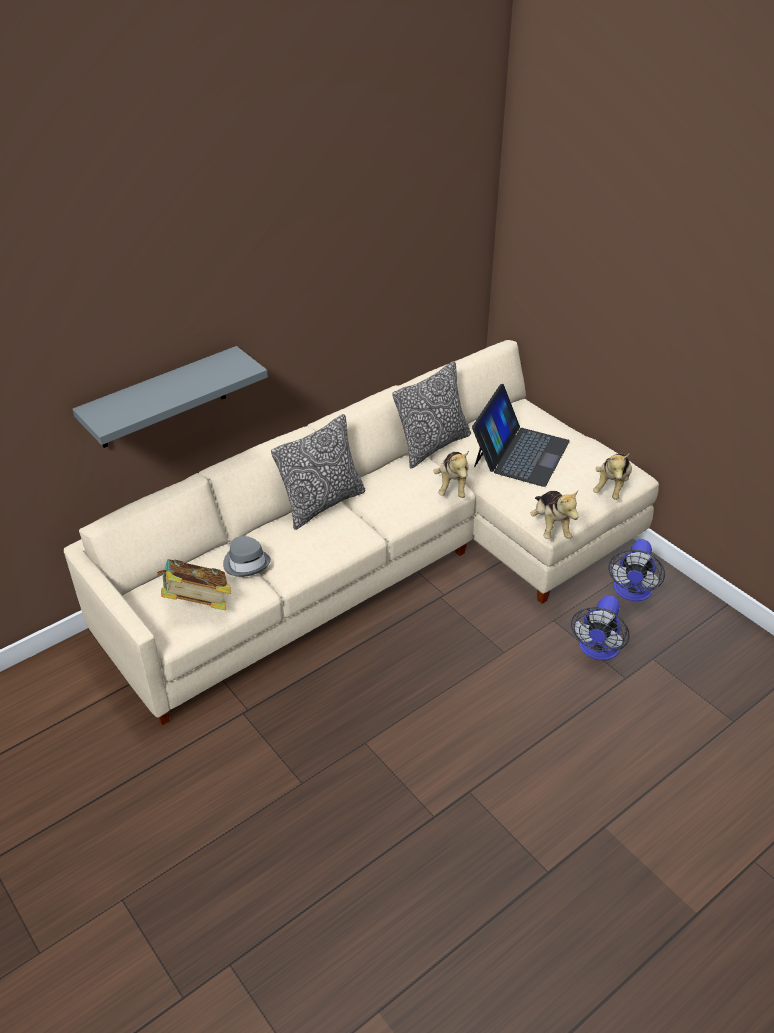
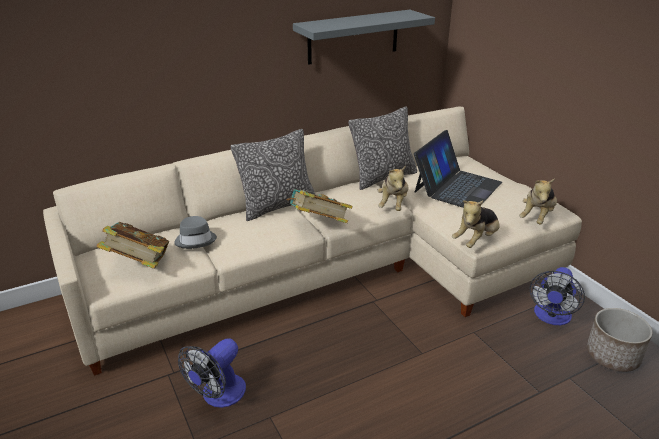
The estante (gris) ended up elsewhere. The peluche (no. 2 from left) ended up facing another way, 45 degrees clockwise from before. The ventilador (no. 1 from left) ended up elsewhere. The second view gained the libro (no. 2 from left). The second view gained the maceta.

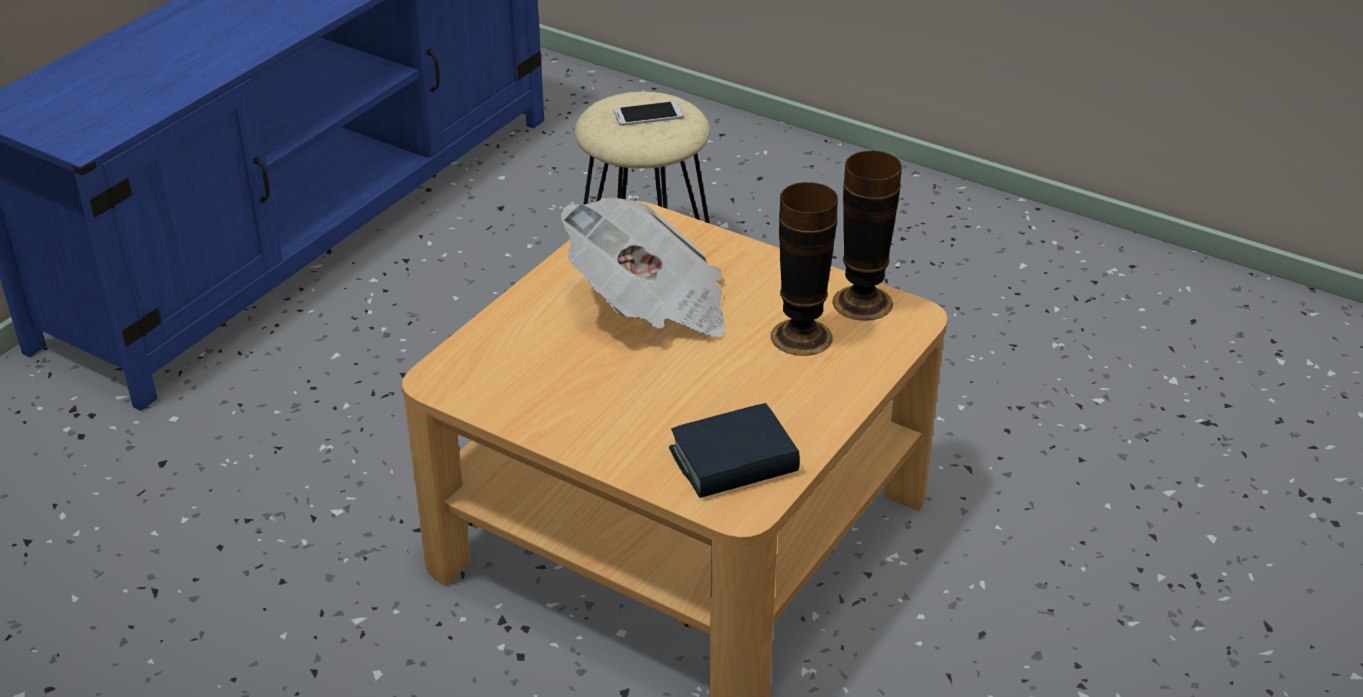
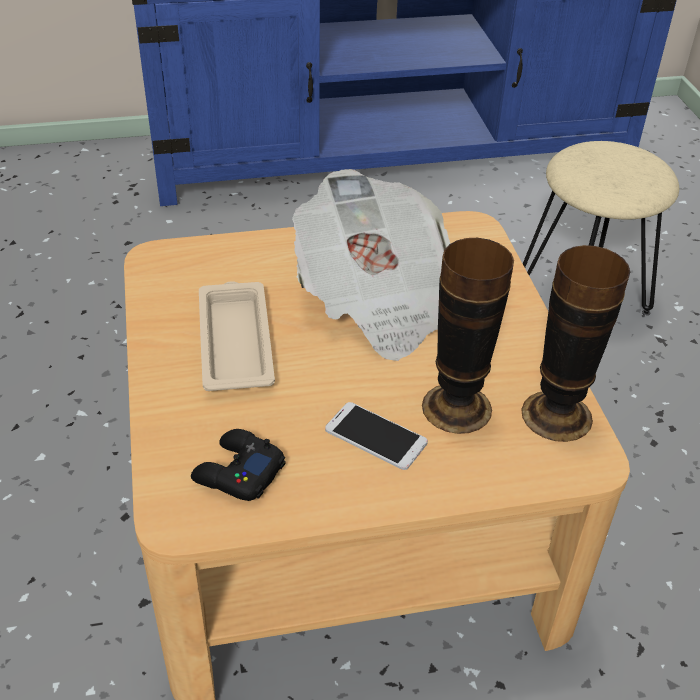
The móvil ended up elsewhere. Where the libro stood, the mando de consola (negro) came to stand. The second view gained the bandeja (beis).

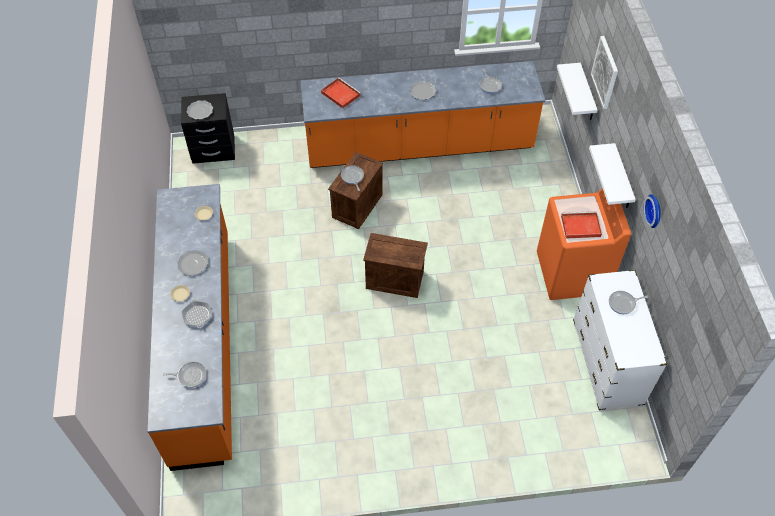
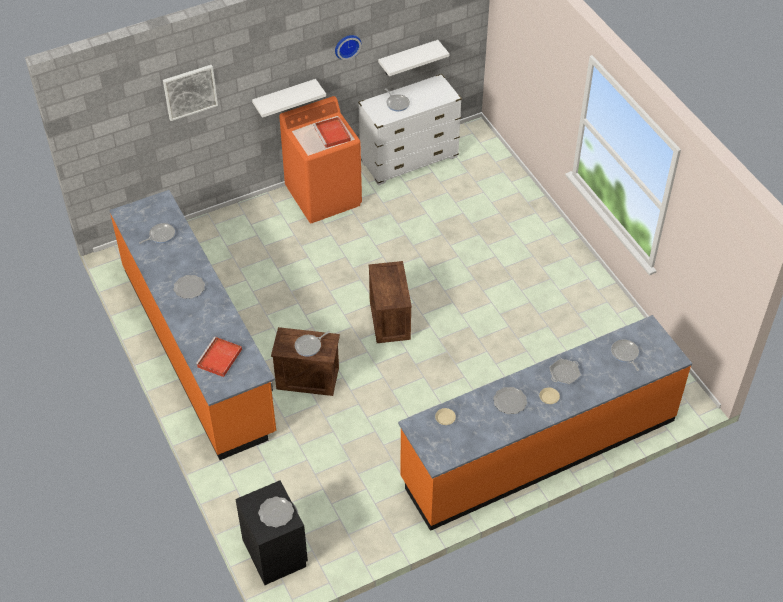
The estante (blanco) (no. 1 from left in the first image) ended up elsewhere.

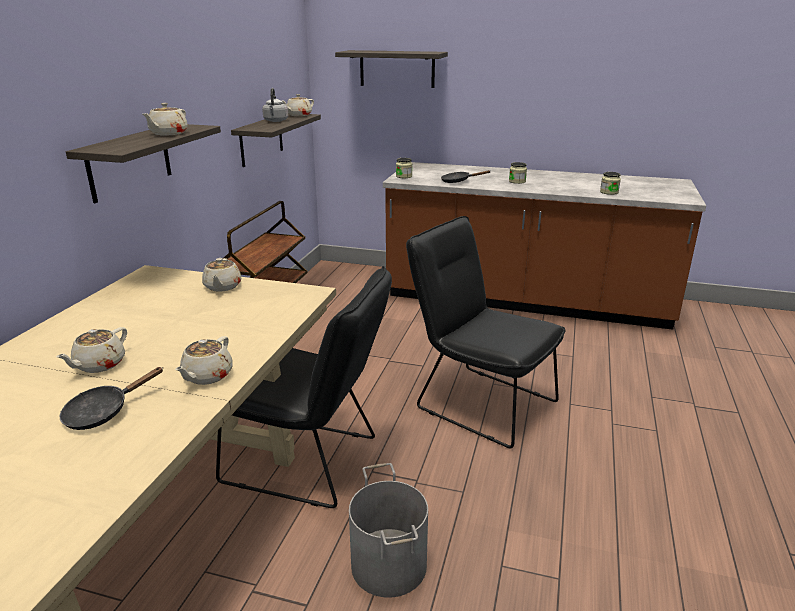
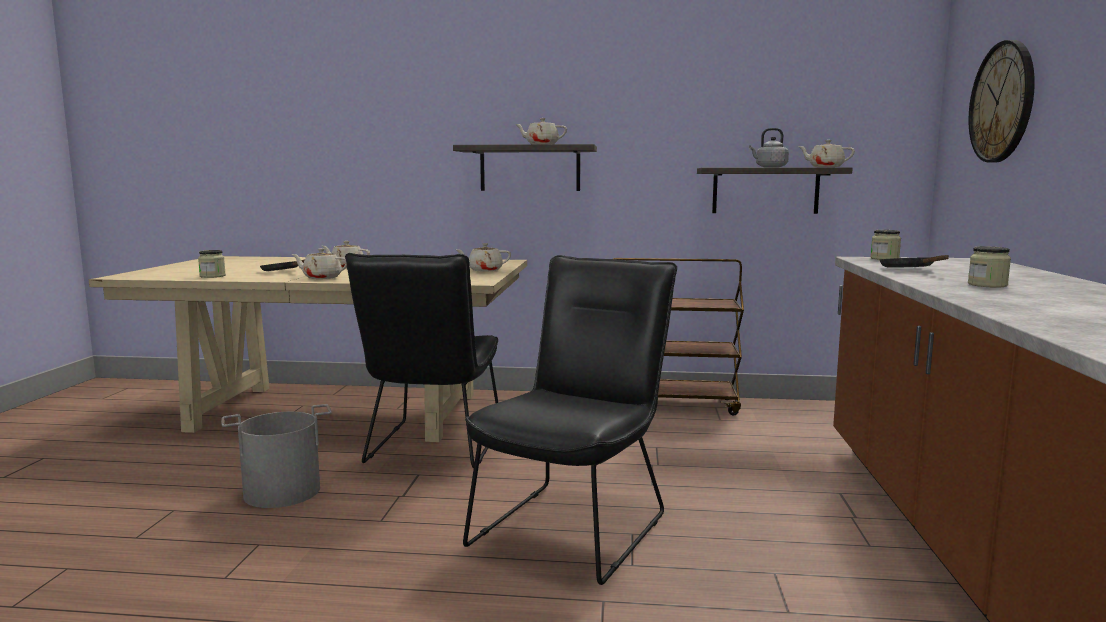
Where the estante (no. 3 from left) hung, the reloj de pared came to hang. The tarro (no. 3 from left in the first image) ended up elsewhere.

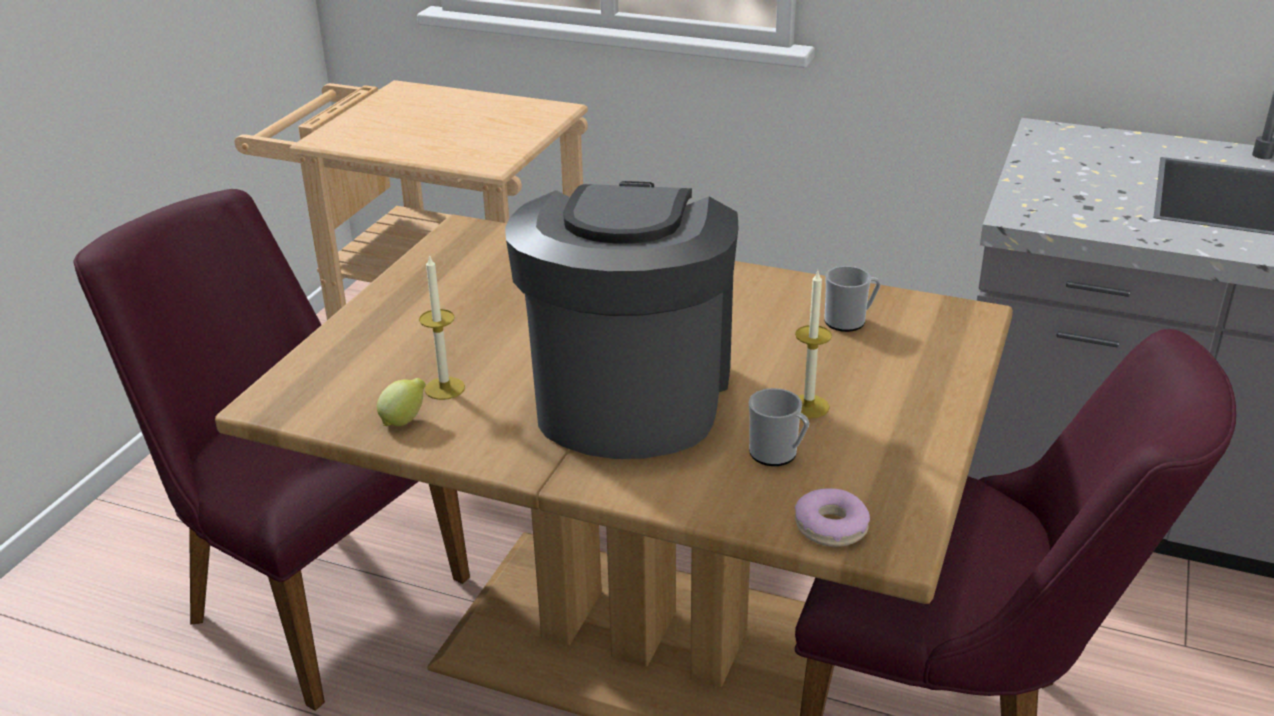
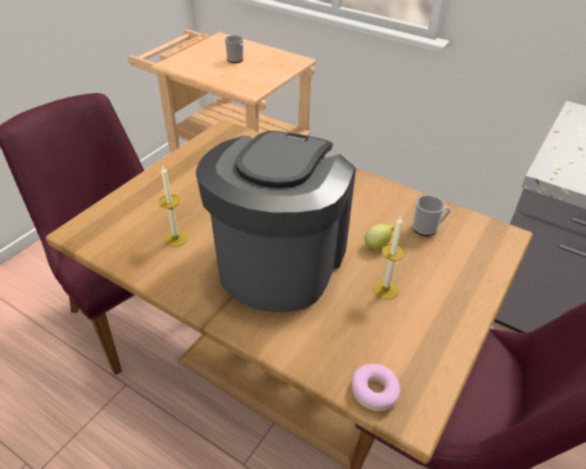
The limón ended up elsewhere. The taza grande (no. 1 from left) ended up elsewhere.

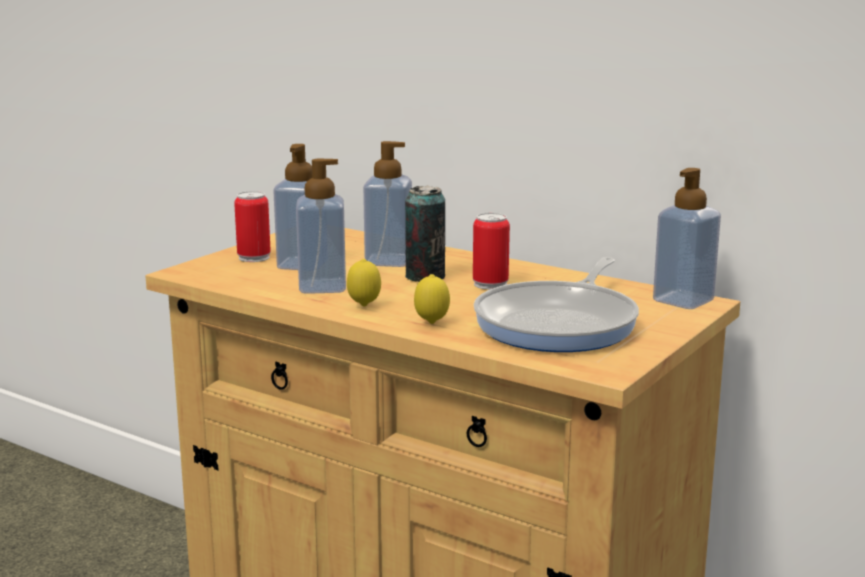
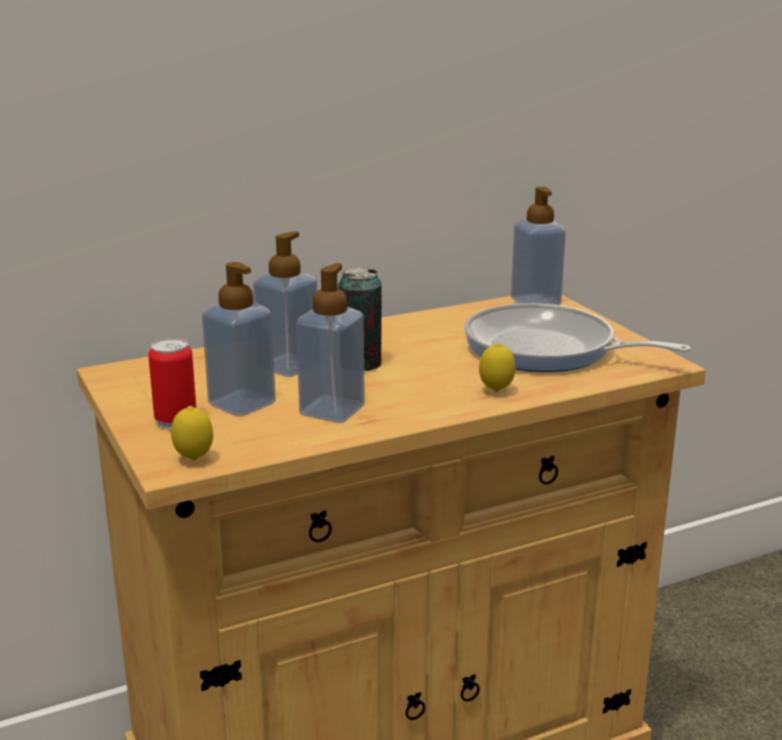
The limón (no. 1 from left) ended up elsewhere. The second view lost the lata (no. 3 from left). The sartén ended up facing another way, 150 degrees clockwise from before.

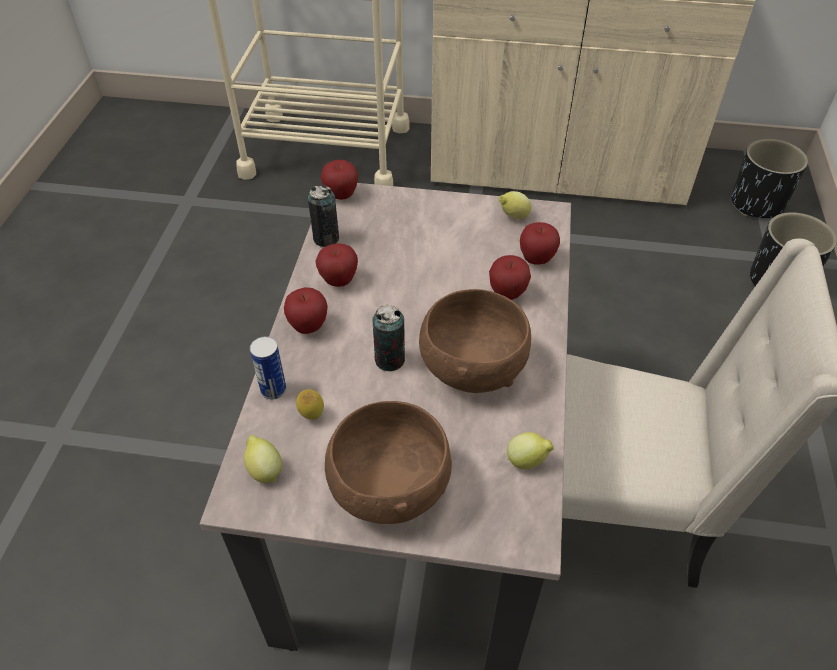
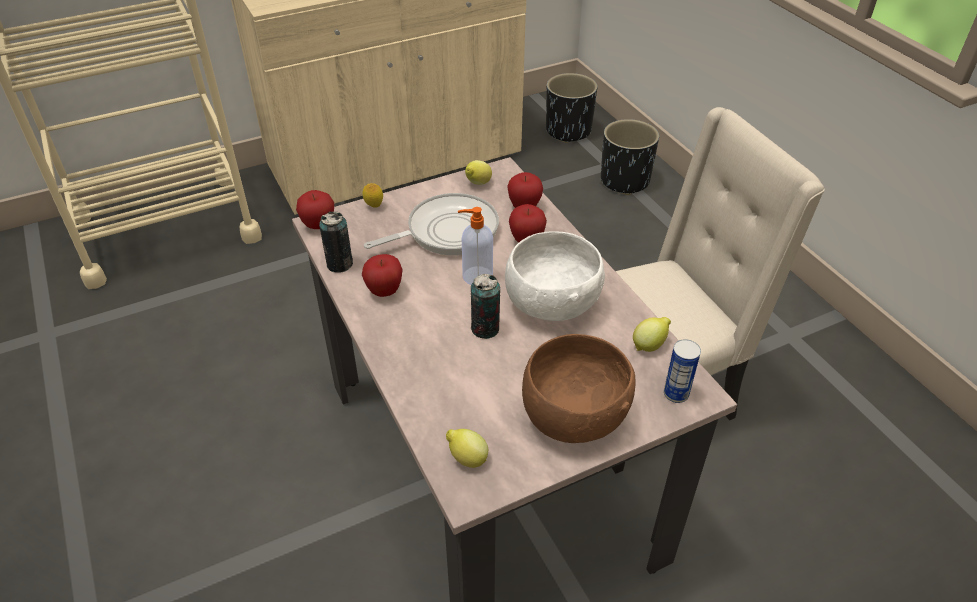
The lata (no. 1 from left in the first image) ended up elsewhere. The second view lost the manzana (no. 1 from left). The limón (no. 2 from left in the first image) ended up elsewhere. What was the cuenco (marrón) (no. 2 from left) turned into the cuenco (blanco). The second view gained the sartén. The second view gained the dispensador de jabón.

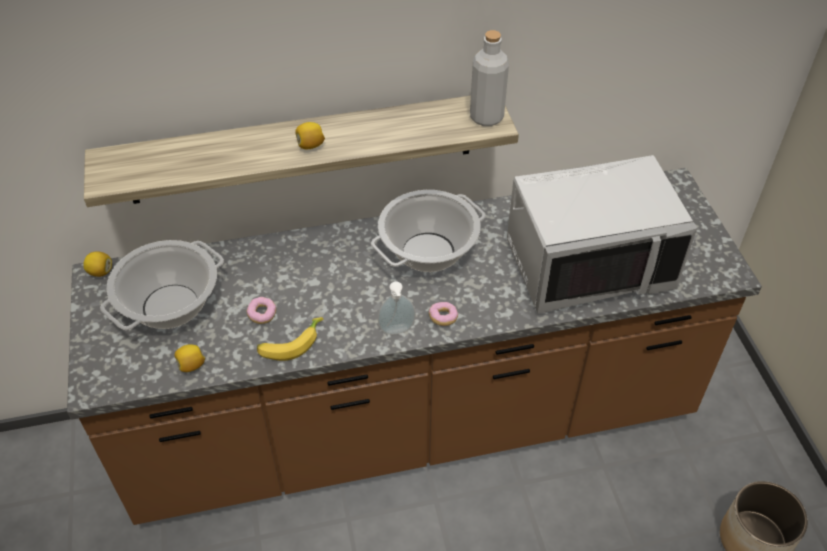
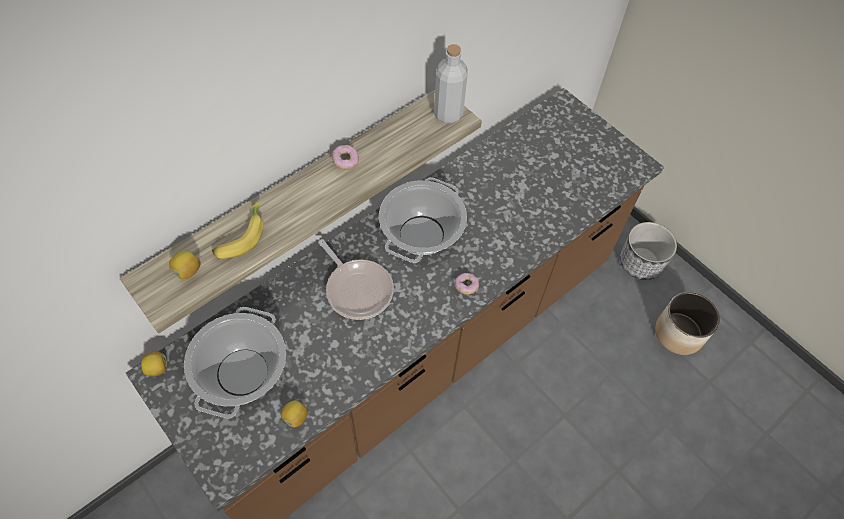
The rosquilla (no. 1 from left) ended up elsewhere. The plátano ended up elsewhere. The limón (no. 3 from left in the first image) ended up elsewhere. The second view lost the dispensador de jabón. The second view lost the microondas (gris). The second view gained the sartén. The second view gained the maceta (no. 1 from left).

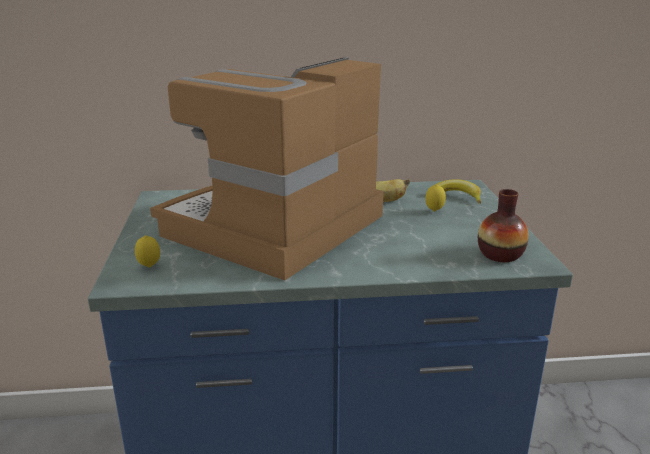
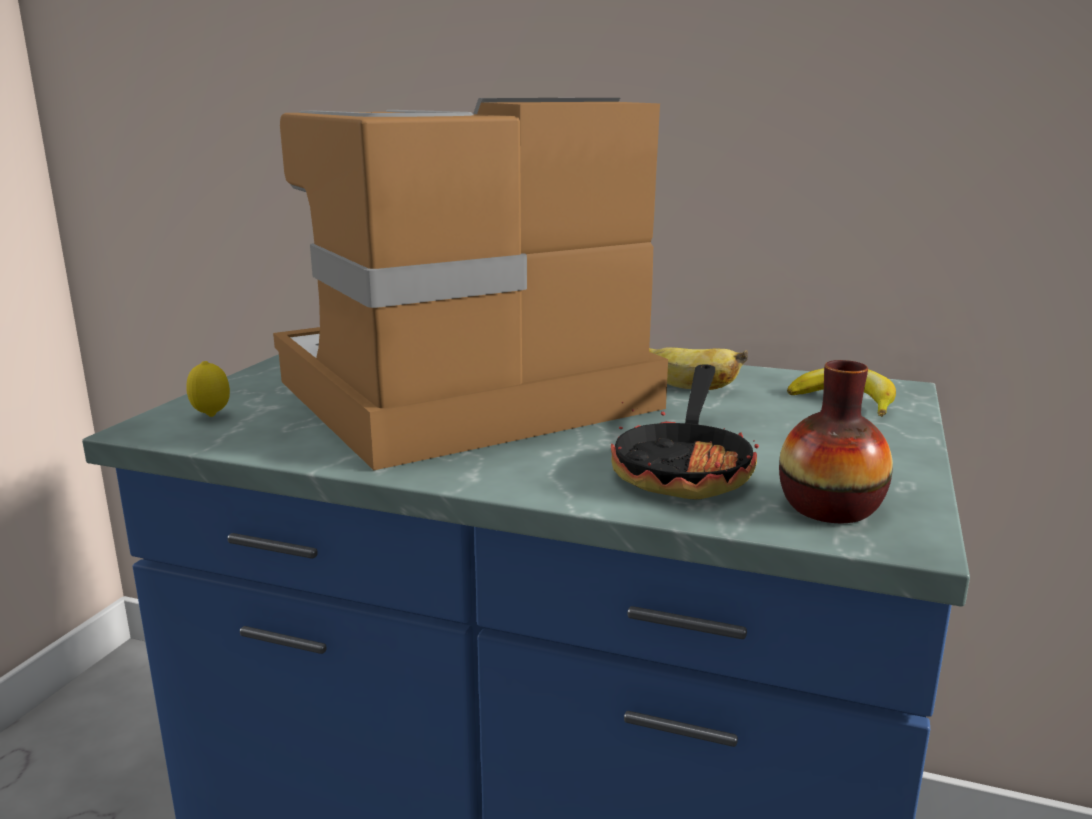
The second view lost the limón (no. 2 from left). The second view gained the sartén.

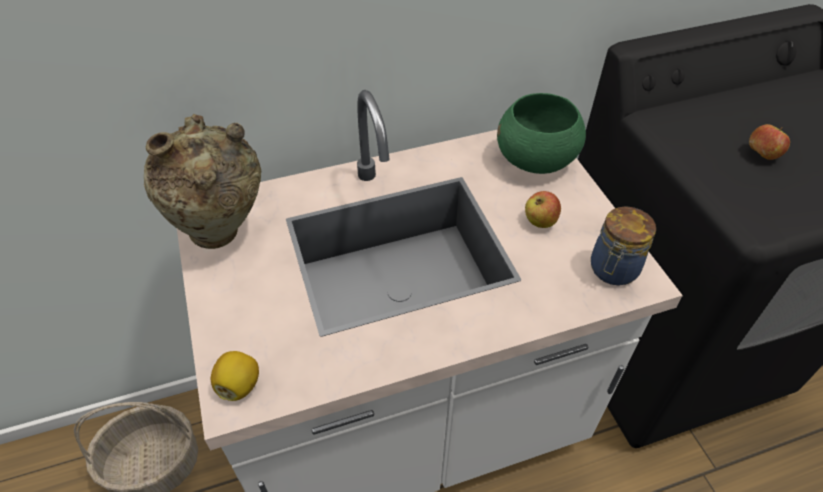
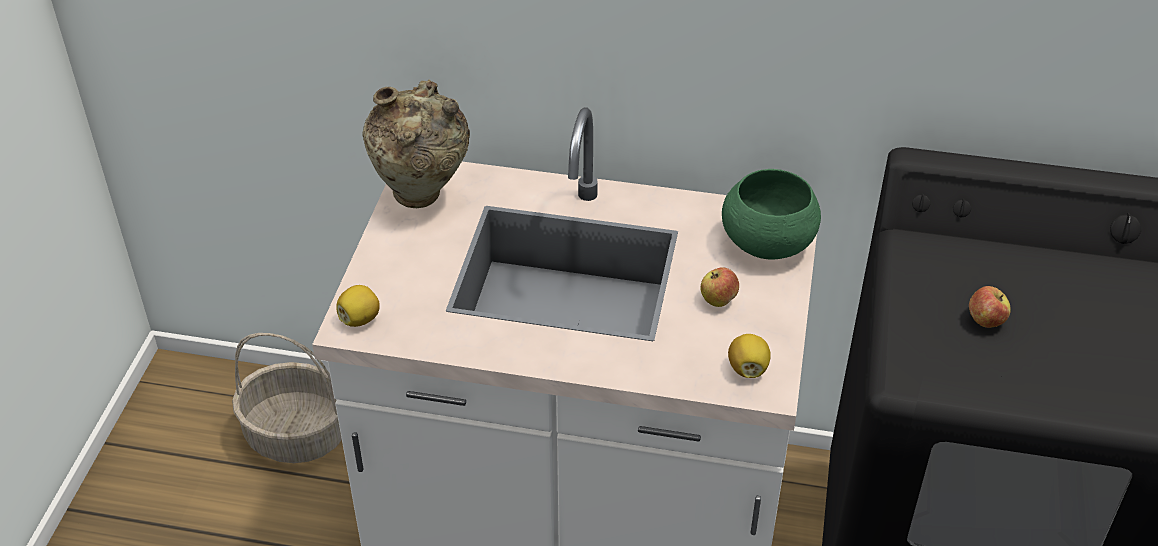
Where the tarro stood, the limón (no. 2 from left) came to stand.

